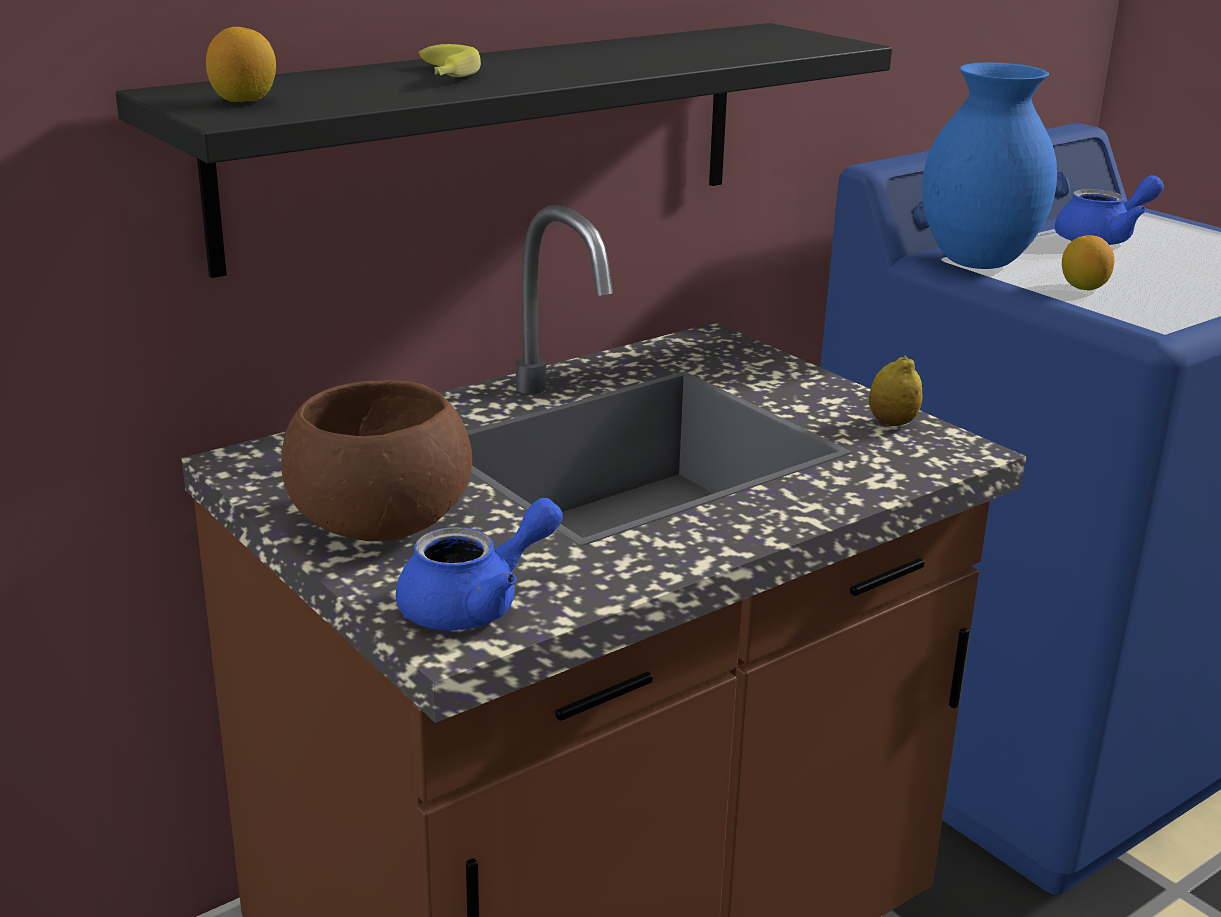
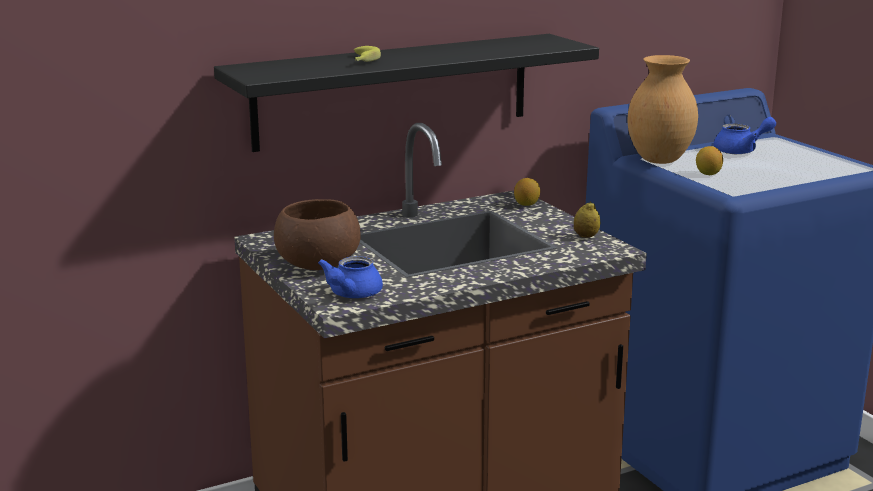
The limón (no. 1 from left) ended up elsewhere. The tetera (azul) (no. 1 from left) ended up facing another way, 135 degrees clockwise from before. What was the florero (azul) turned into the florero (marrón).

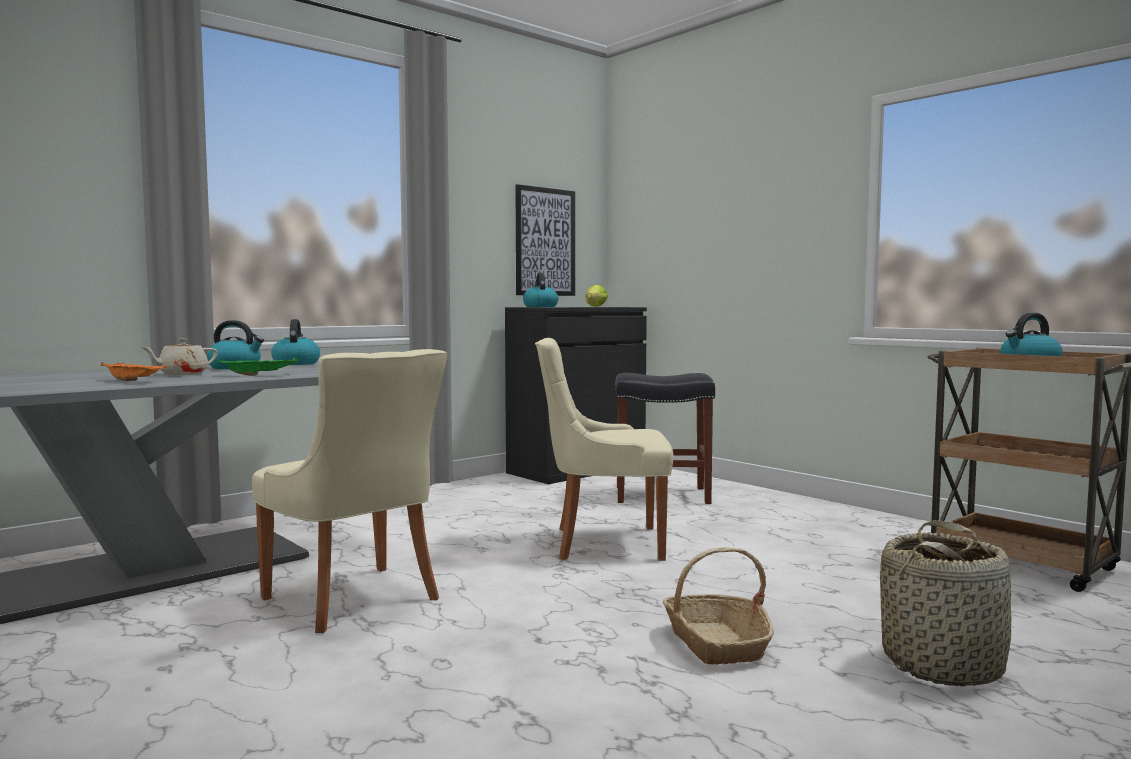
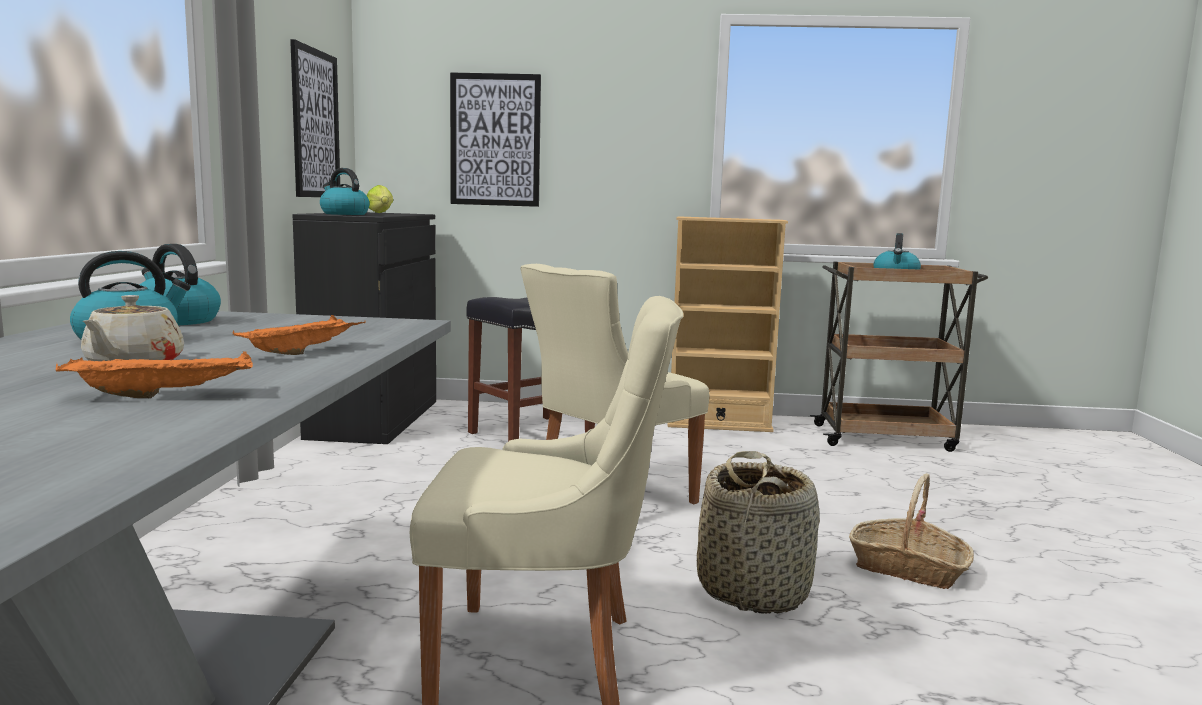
What was the bandeja (verde) turned into the bandeja (naranja) (no. 2 from left). The cesta (no. 2 from left in the first image) ended up elsewhere. The second view gained the cuadro (no. 2 from left). The second view gained the estantería (beis).

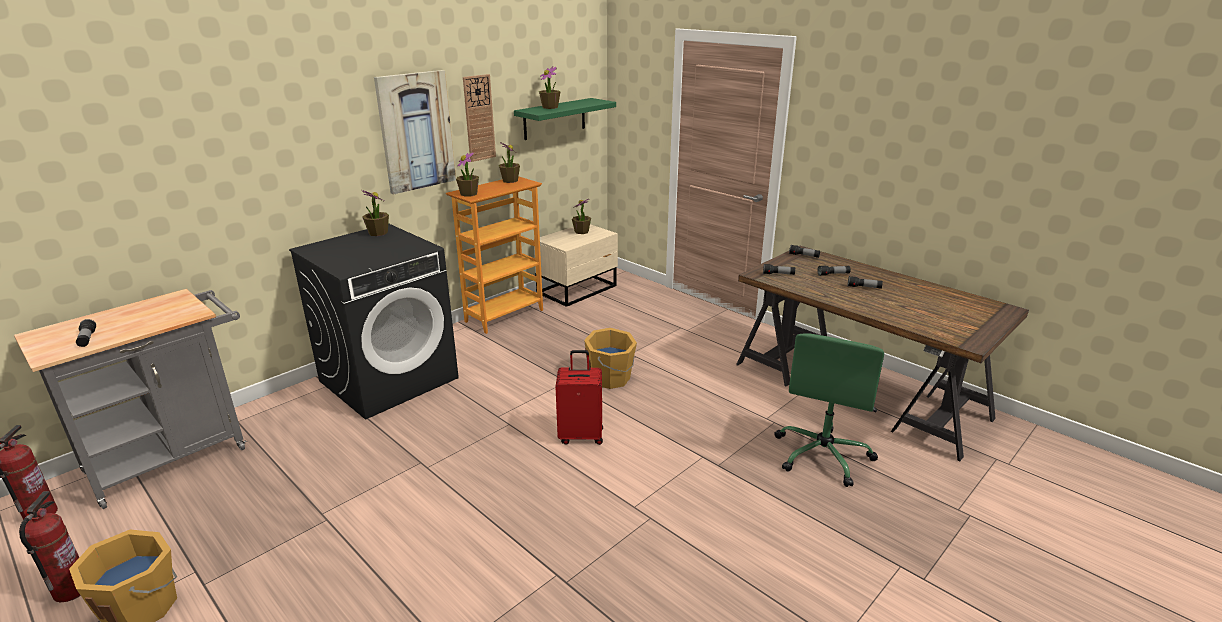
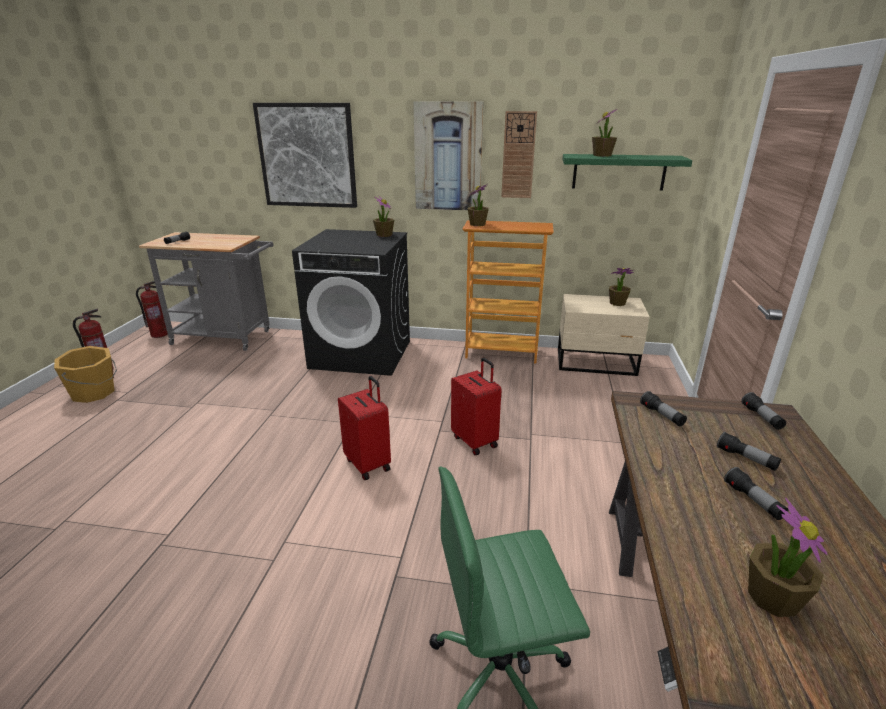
The planta en maceta (no. 3 from left in the first image) ended up elsewhere. Where the cubo (naranja) (no. 2 from left) stood, the maleta (rojo) (no. 2 from left) came to stand. The second view gained the cuadro (no. 1 from left).

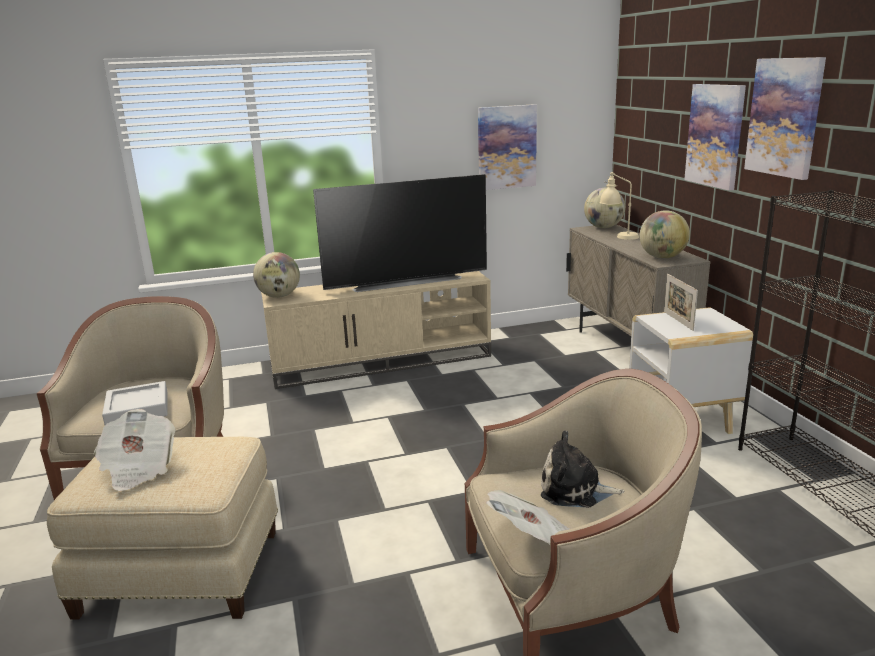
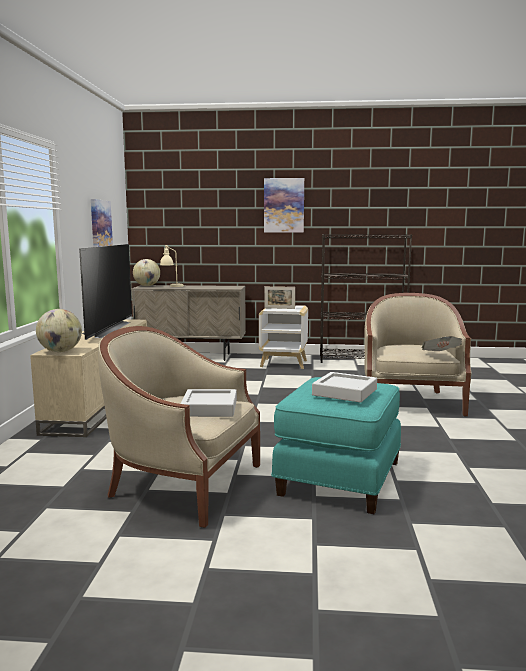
What was the puf (beis) turned into the puf (turquesa). Where the periódico (no. 1 from left) stood, the bandeja (gris) (no. 2 from left) came to stand. The second view lost the peluche. The second view lost the globo terráqueo (no. 3 from left). The second view lost the cuadro (no. 2 from left).

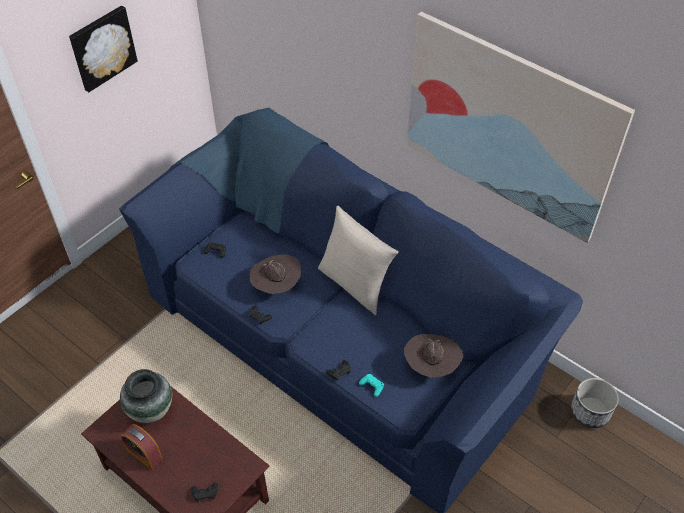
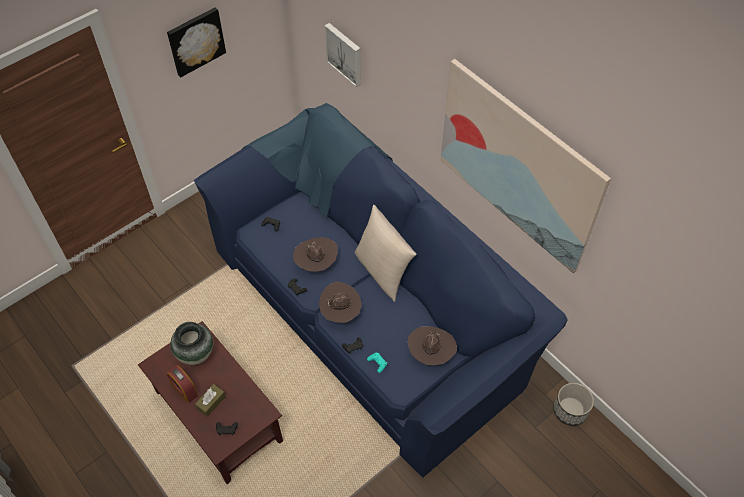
The second view gained the caja de pañuelos (marrón). The second view gained the sombrero (marrón) (no. 2 from left). The second view gained the cuadro (no. 2 from left).

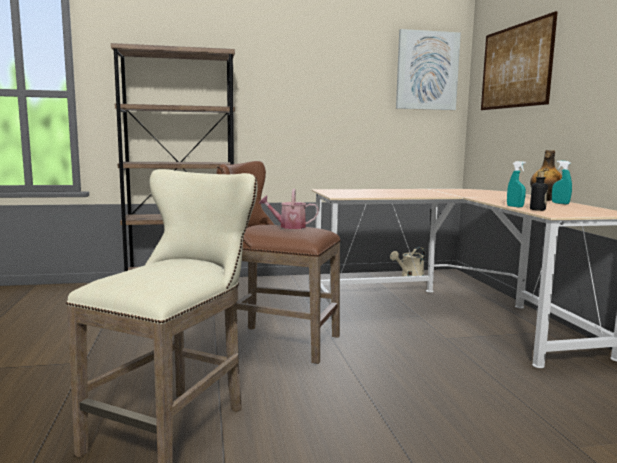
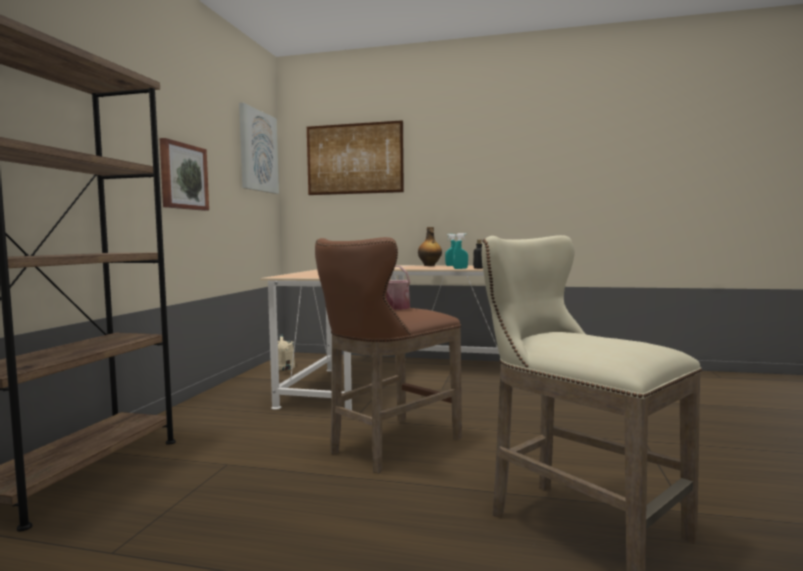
The second view gained the cuadro (no. 1 from left).

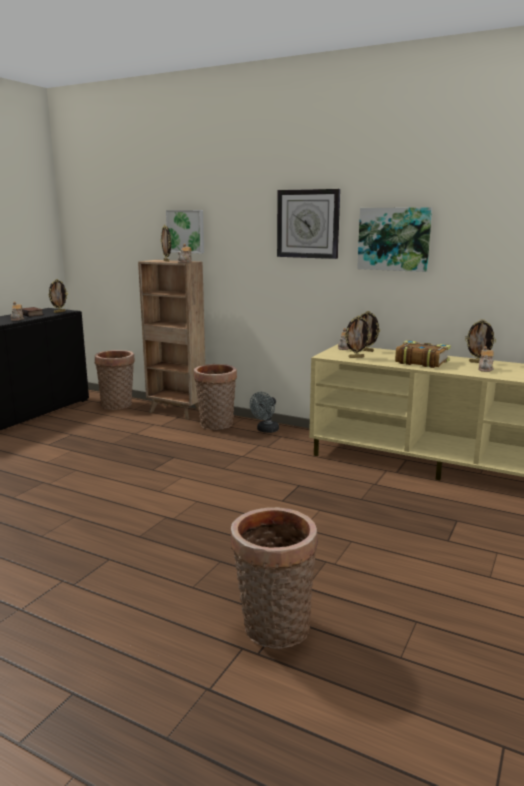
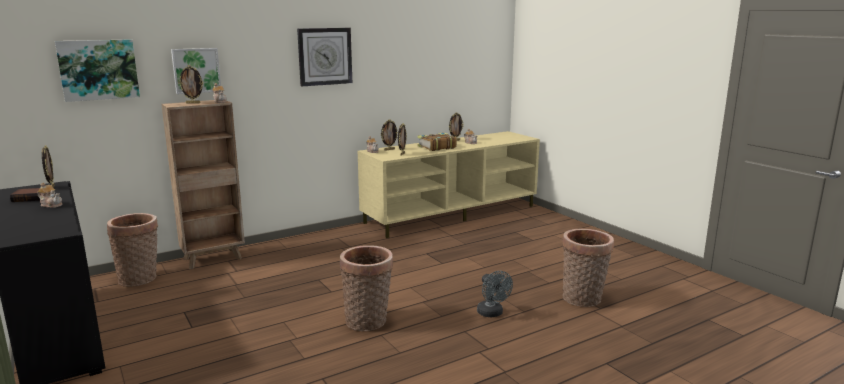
The cesta (no. 2 from left) ended up elsewhere. The ventilador (gris) ended up elsewhere. The cuadro (no. 2 from left in the first image) ended up elsewhere.

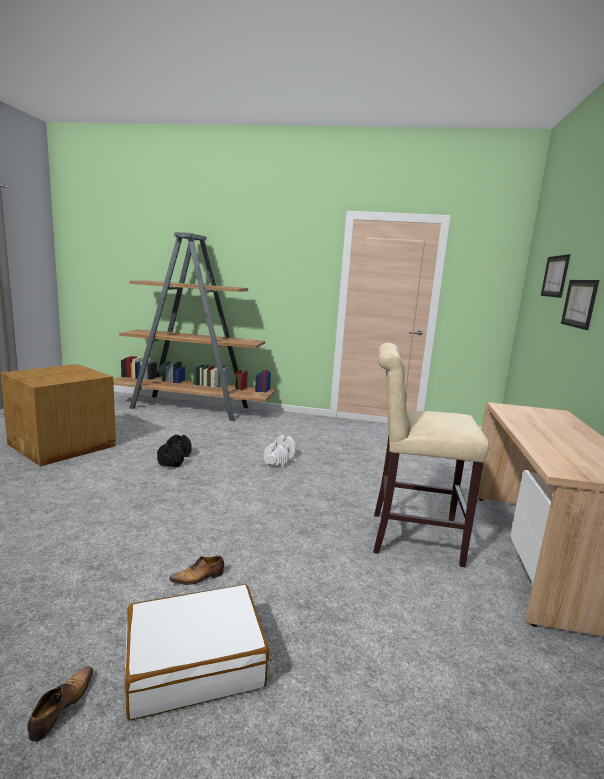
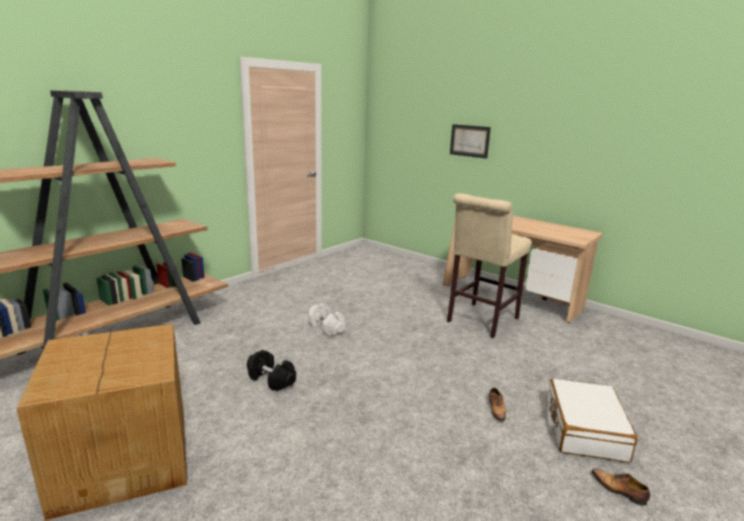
The second view lost the cuadro (no. 1 from left).

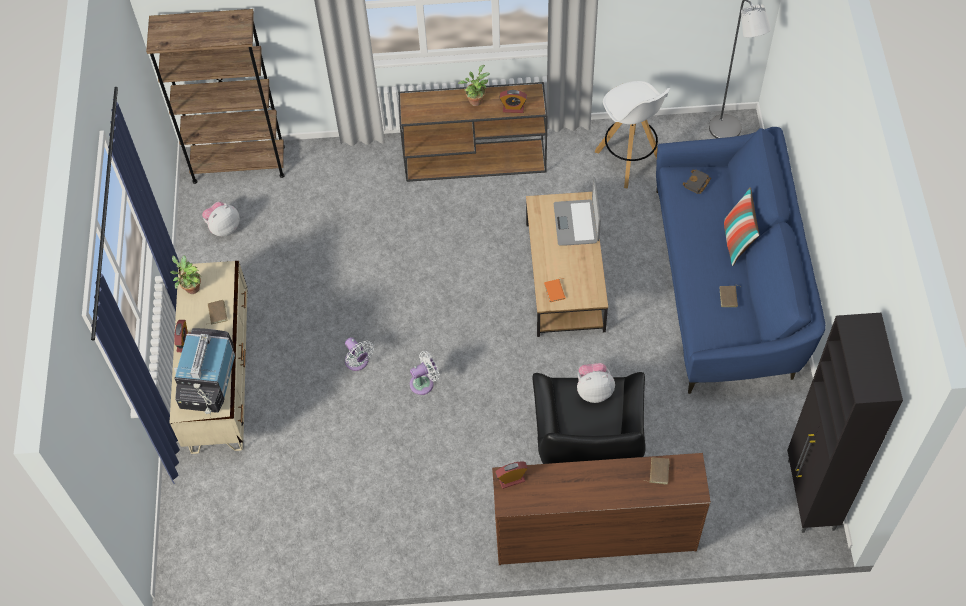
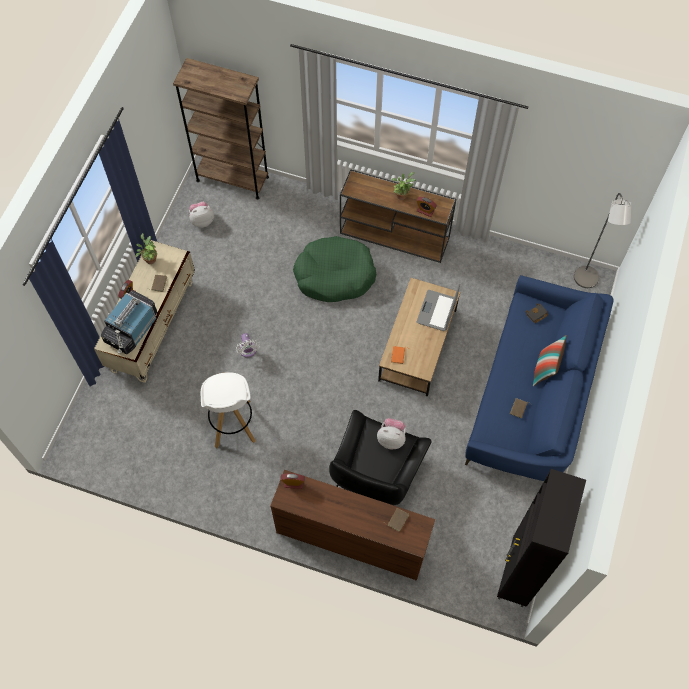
The second view lost the ventilador (blanco) (no. 2 from left). The taburete (blanco) ended up elsewhere. The second view gained the cama para perro (verde).

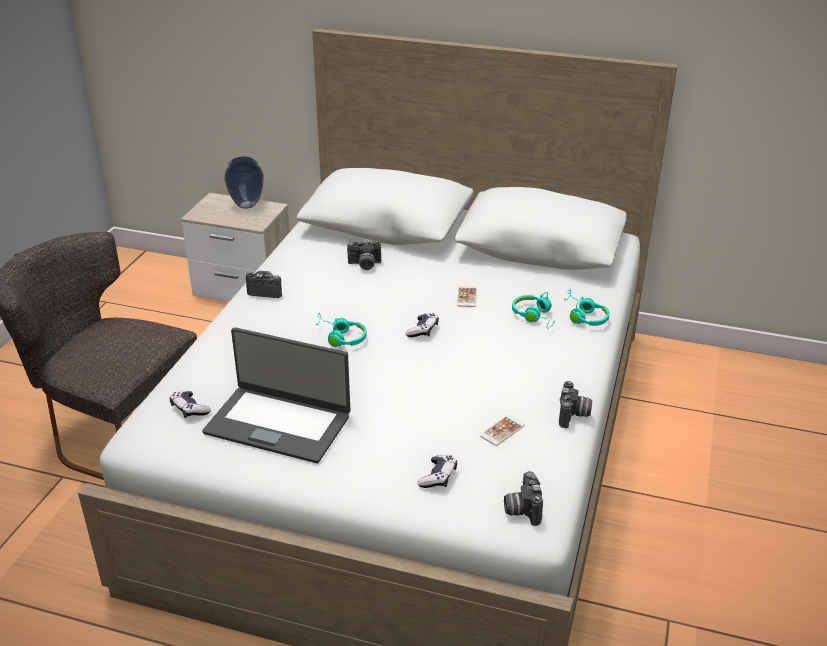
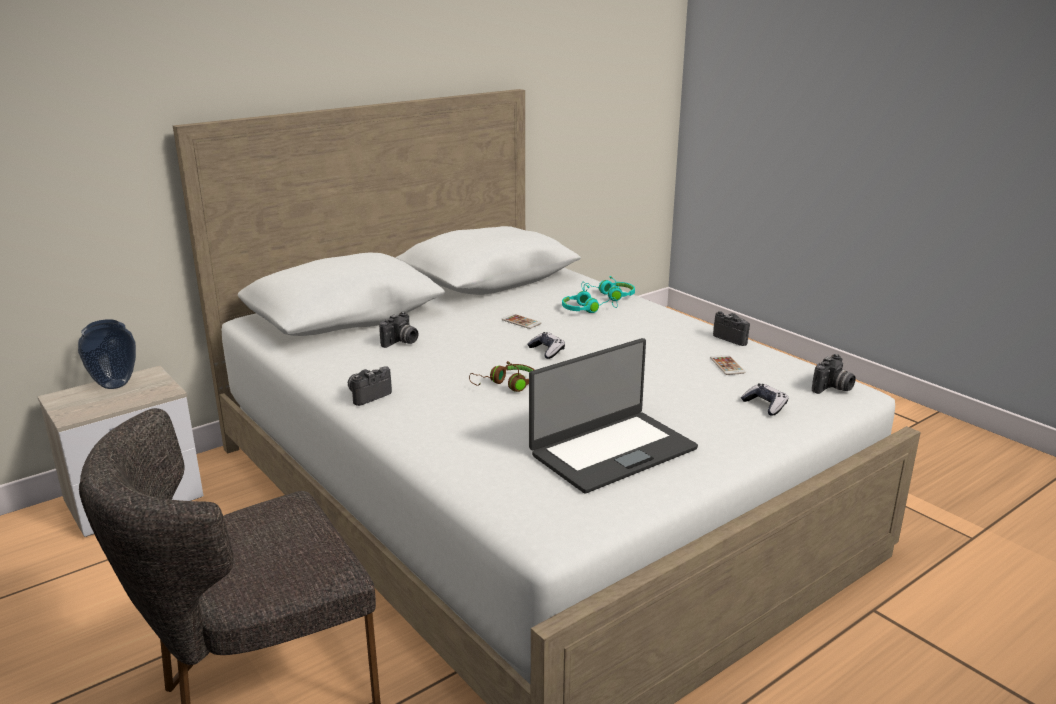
The second view lost the mando de consola (no. 1 from left). What was the auriculares (turquesa) (no. 1 from left) turned into the auriculares (marrón). The cámara (no. 3 from left in the first image) ended up facing another way, 75 degrees counterclockwise from before.

